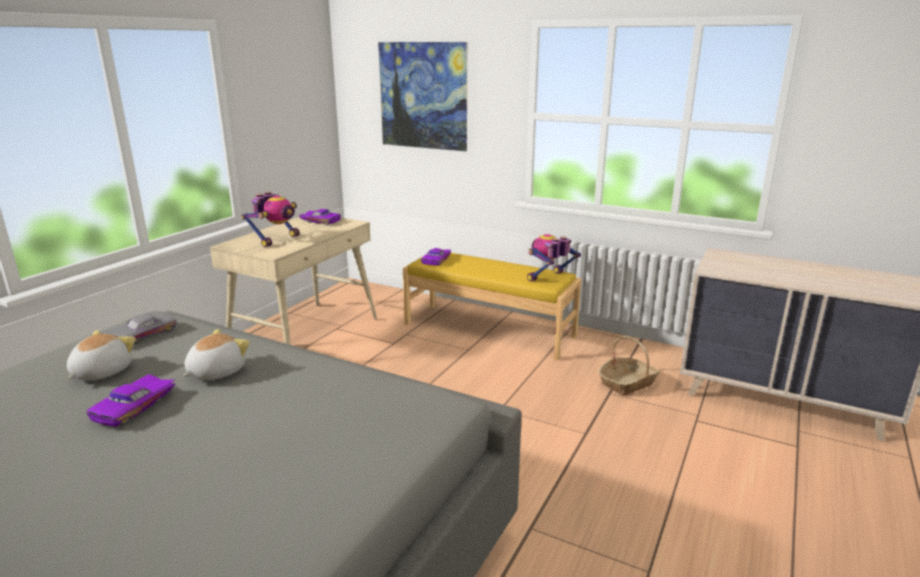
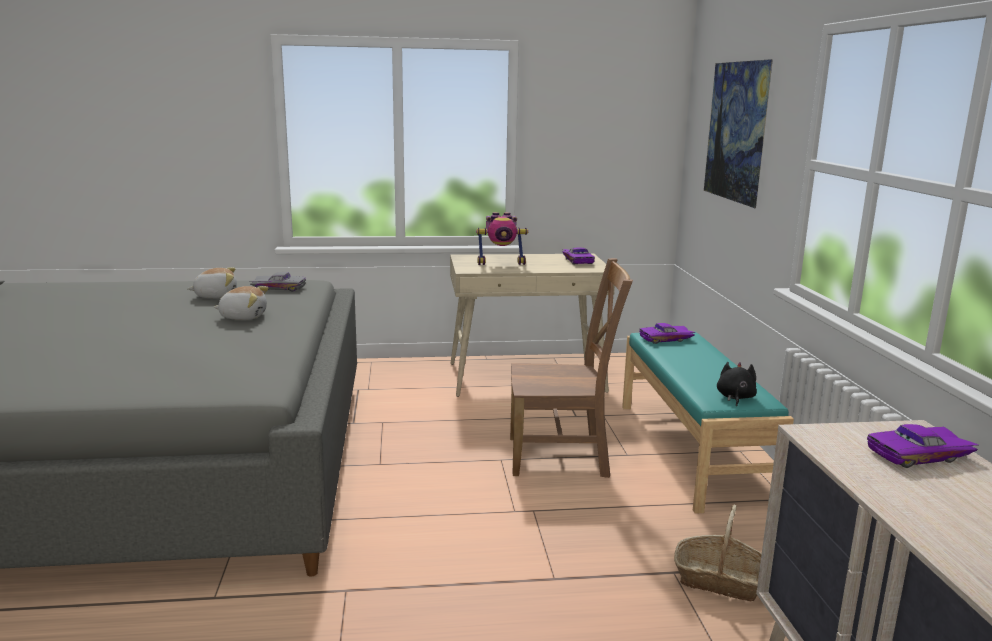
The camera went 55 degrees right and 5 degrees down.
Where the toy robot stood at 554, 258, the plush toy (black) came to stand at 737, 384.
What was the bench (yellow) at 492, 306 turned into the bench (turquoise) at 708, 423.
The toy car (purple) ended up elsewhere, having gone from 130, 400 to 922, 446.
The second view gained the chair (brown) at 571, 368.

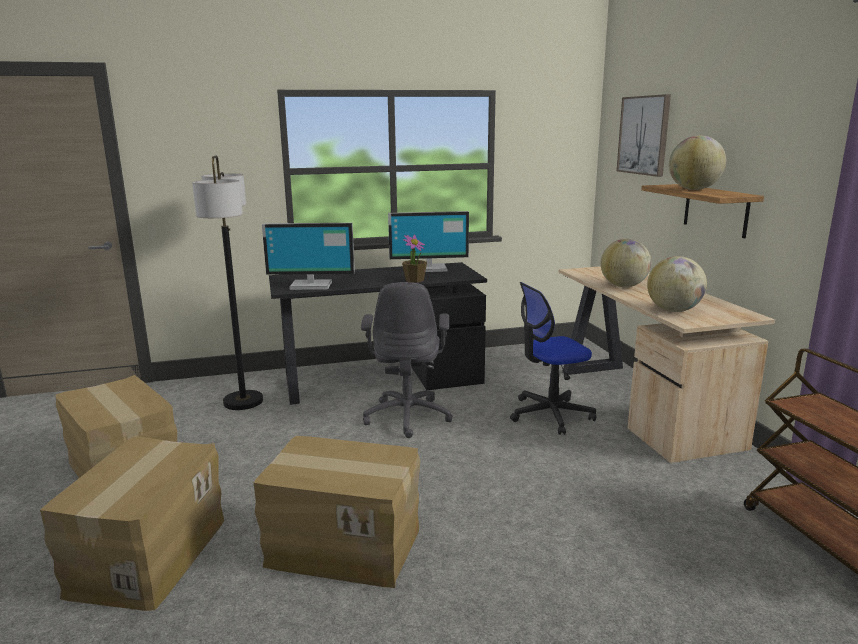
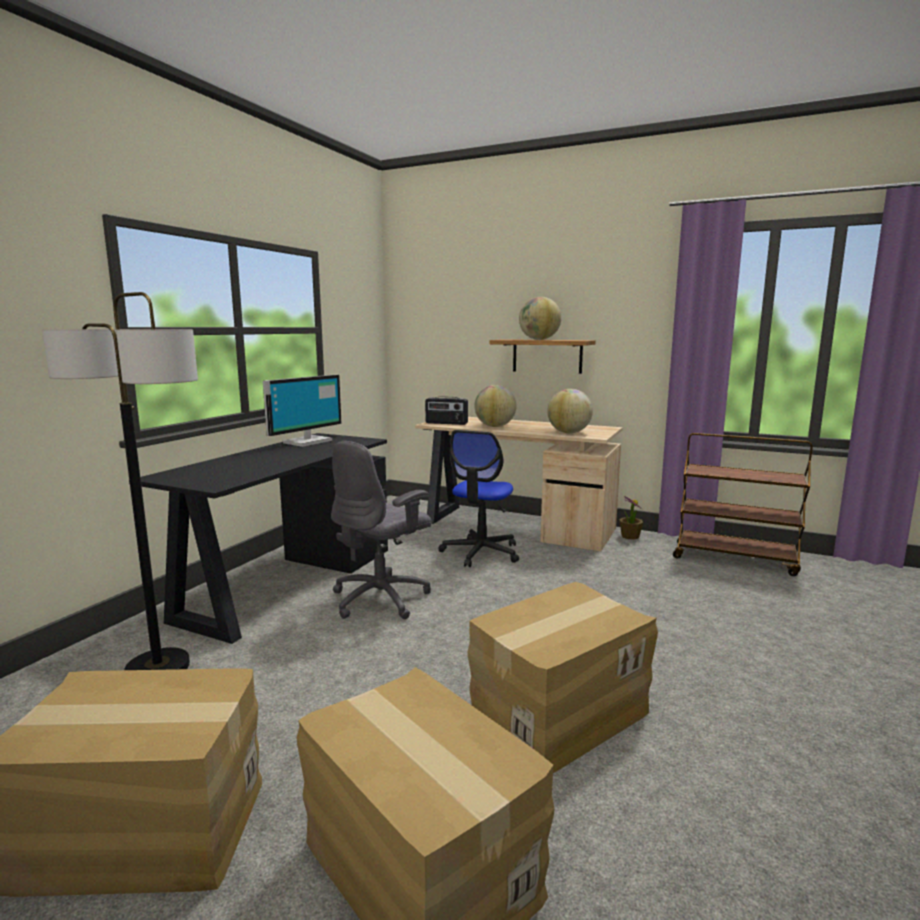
The camera went 50 degrees left and 5 degrees down.
The second view lost the picture at 643, 135.
The second view lost the monitor at 308, 256.
The potted plant ended up elsewhere, having gone from 414, 259 to 631, 518.
The office chair (grey) at 407, 360 ended up facing another way, 90 degrees clockwise from before.
The second view gained the radio at 446, 410.

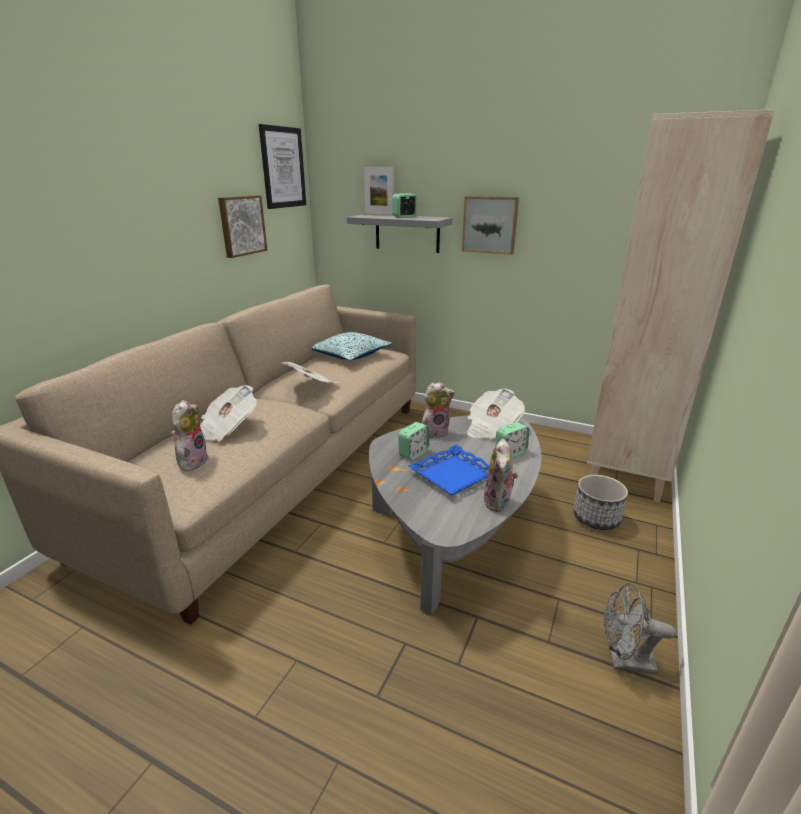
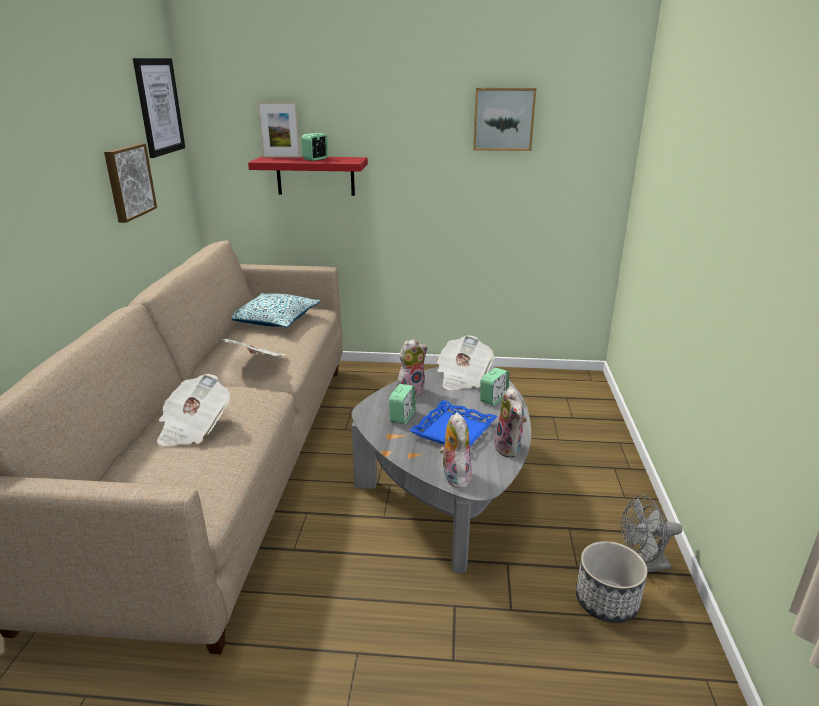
The camera went 20 degrees left and 0 degrees up.
The second view lost the bookcase (beige) at 681, 306.
The picture ended up elsewhere, having gone from 490, 225 to 504, 119.
What was the shelf (grey) at 400, 233 turned into the shelf (red) at 308, 176.
The plush toy ended up elsewhere, having gone from 190, 435 to 455, 450.
The planter ended up elsewhere, having gone from 600, 502 to 612, 582.

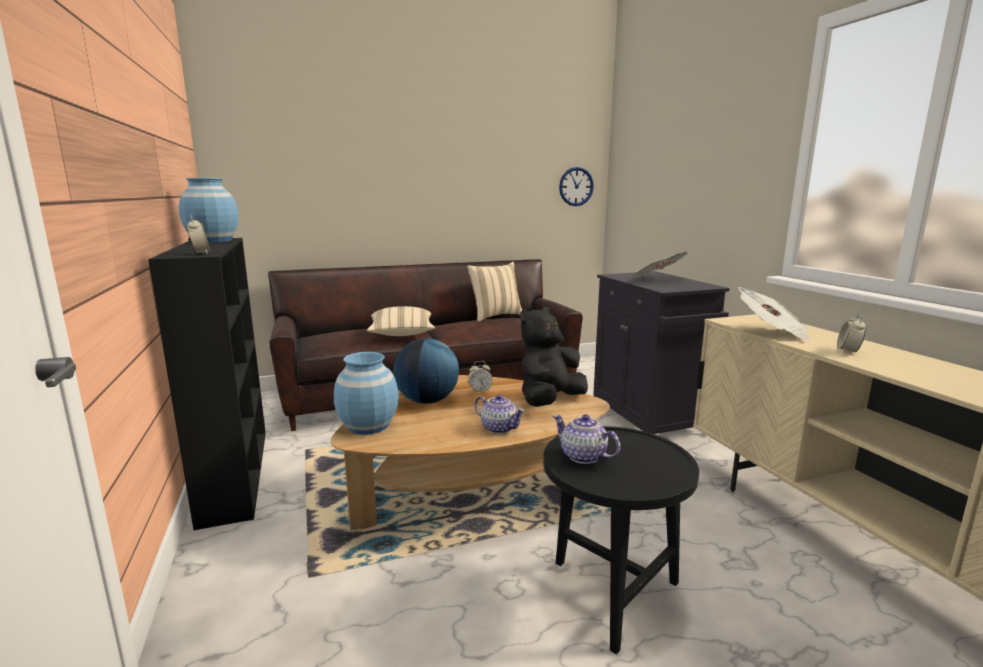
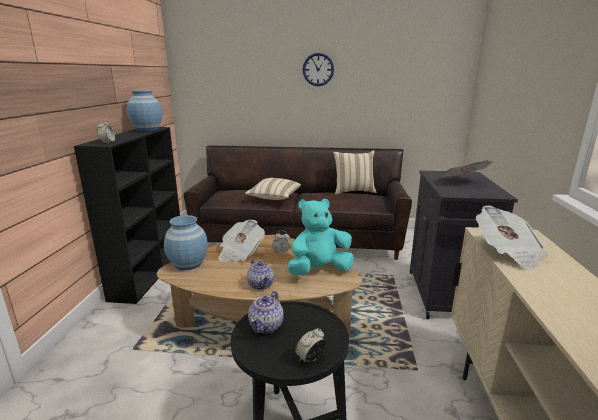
The camera went 25 degrees right and 5 degrees up.
The wall clock ended up elsewhere, having gone from 576, 186 to 318, 69.
What was the plush toy (black) at 554, 357 turned into the plush toy (turquoise) at 320, 237.
The alarm clock ended up elsewhere, having gone from 851, 333 to 310, 346.
Where the globe stood at 426, 371, the newspaper came to stand at 241, 241.
The teapot at 586, 439 ended up facing another way, 135 degrees counterclockwise from before.

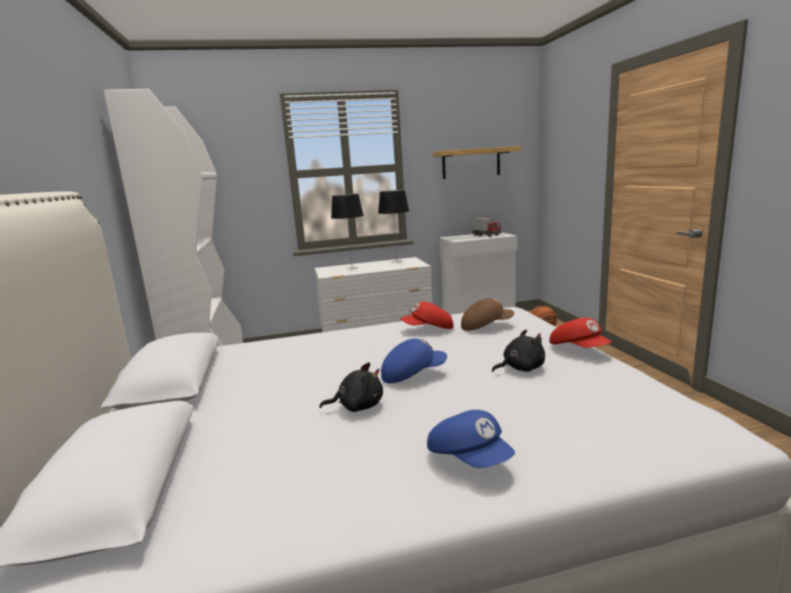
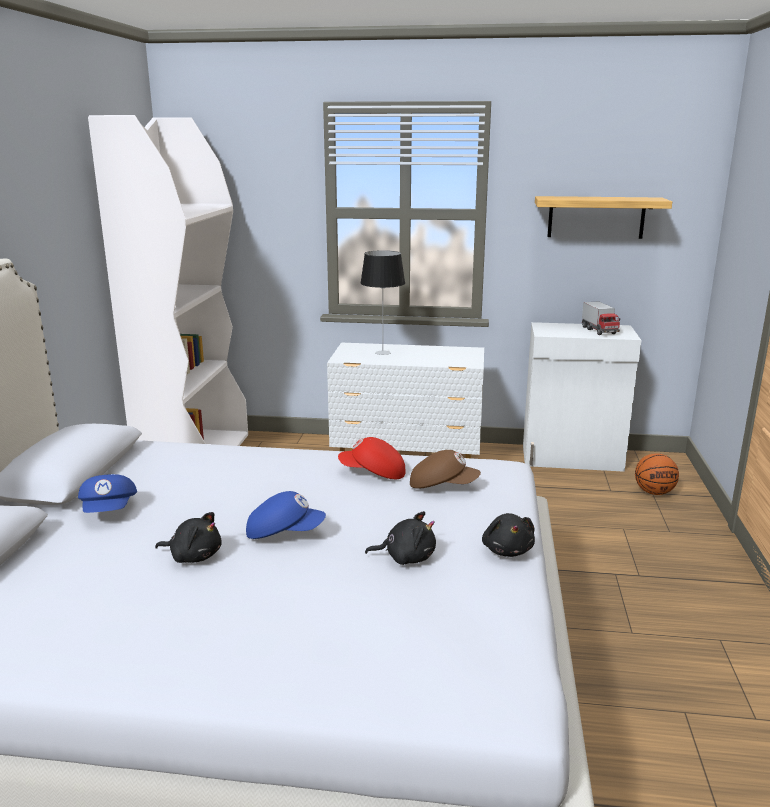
The camera went 20 degrees right and 5 degrees up.
The second view lost the table lamp at 393, 226.
Where the cap (red) stood at 580, 333, the plush toy (black) came to stand at 508, 535.
The cap (blue) ended up elsewhere, having gone from 471, 439 to 107, 493.

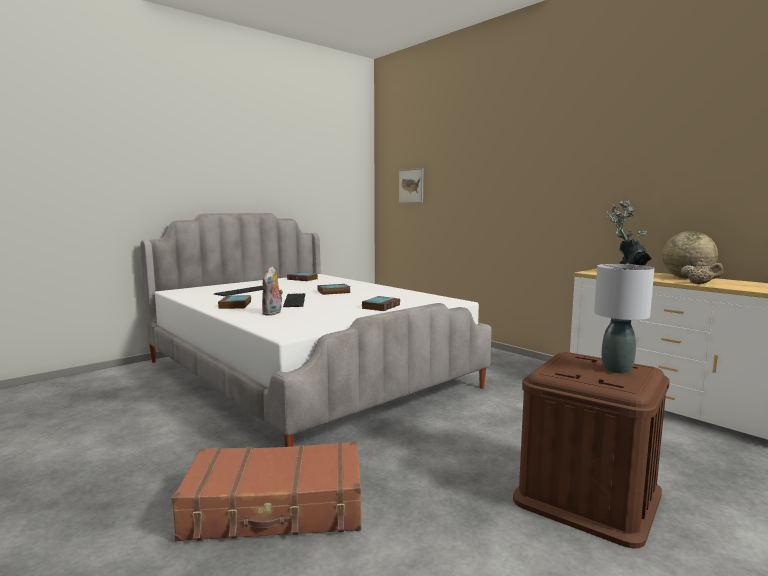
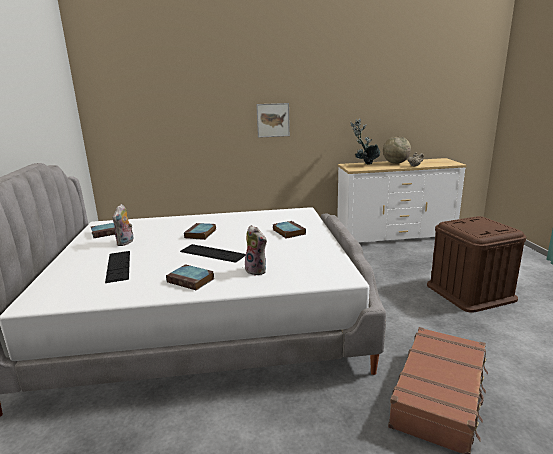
The camera went 55 degrees left and 10 degrees up.
The picture ended up elsewhere, having gone from 411, 185 to 273, 120.
The second view lost the table lamp (grey) at 624, 319.
The second view gained the plush toy at 123, 225.

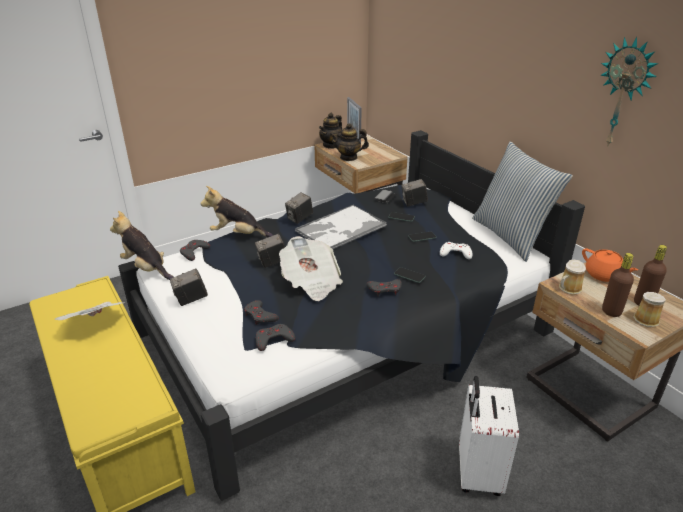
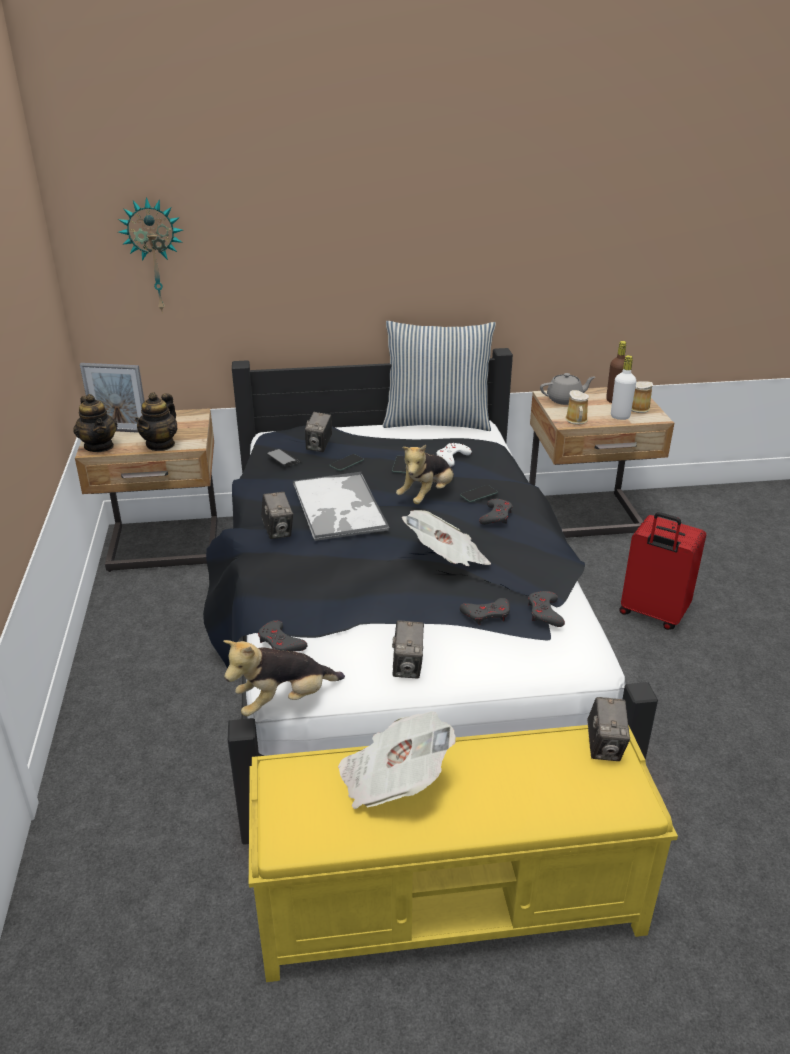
The camera went 65 degrees left and 0 degrees up.
The wall clock ended up elsewhere, having gone from 629, 92 to 150, 255.
The plush toy ended up elsewhere, having gone from 237, 211 to 425, 474.
The photo camera ended up elsewhere, having gone from 270, 251 to 608, 729.
What was the teapot (orange) at 610, 265 turned into the teapot (grey) at 567, 389.
What was the bottle (brown) at 618, 285 turned into the bottle (white) at 623, 387.
What was the suitcase (white) at 489, 436 turned into the suitcase (red) at 662, 571.

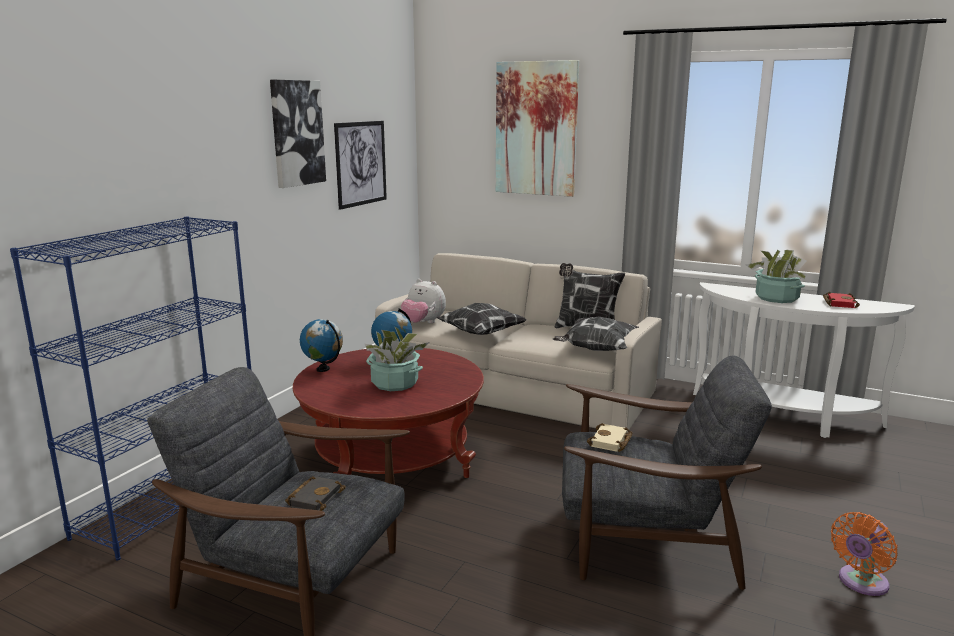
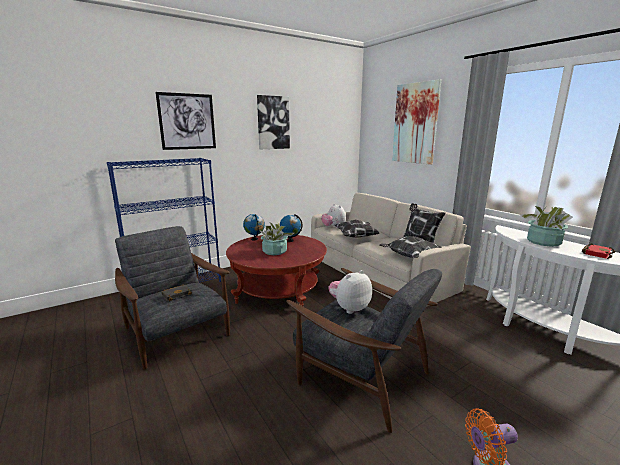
The camera went 30 degrees right and 0 degrees up.
The picture ended up elsewhere, having gone from 360, 165 to 185, 121.
Where the book (beige) stood at 609, 437, the plush toy came to stand at 350, 292.

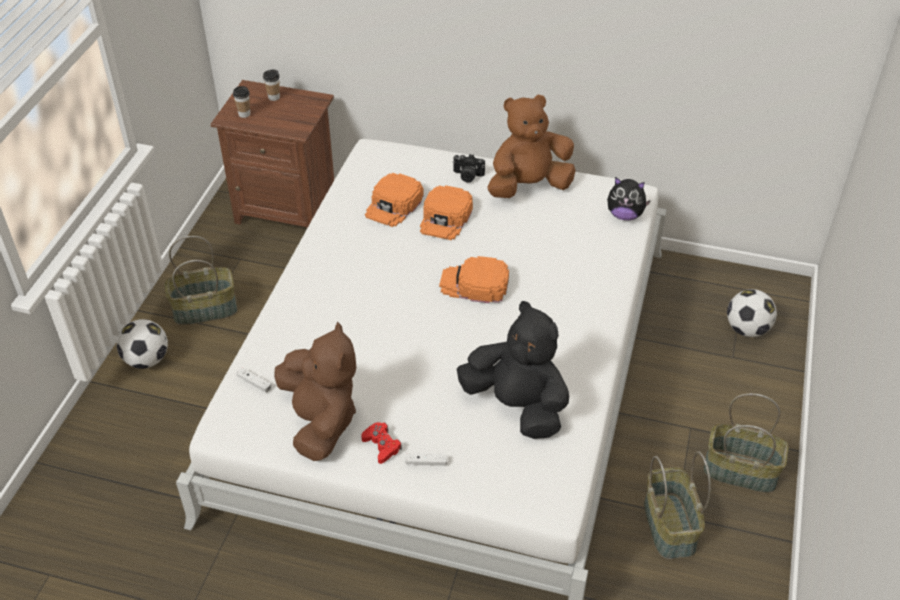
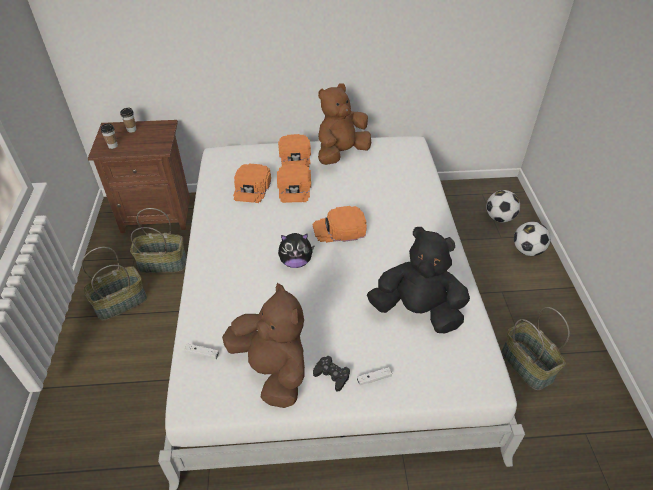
The camera went 20 degrees left and 0 degrees up.
Where the photo camera stood at 469, 168, the cap (orange) came to stand at 294, 150.
The plush toy ended up elsewhere, having gone from 629, 198 to 296, 250.
The football ended up elsewhere, having gone from 142, 344 to 532, 239.
The basket ended up elsewhere, having gone from 746, 443 to 158, 240.
What was the game controller (red) at 381, 443 turned into the game controller (black) at 331, 374.

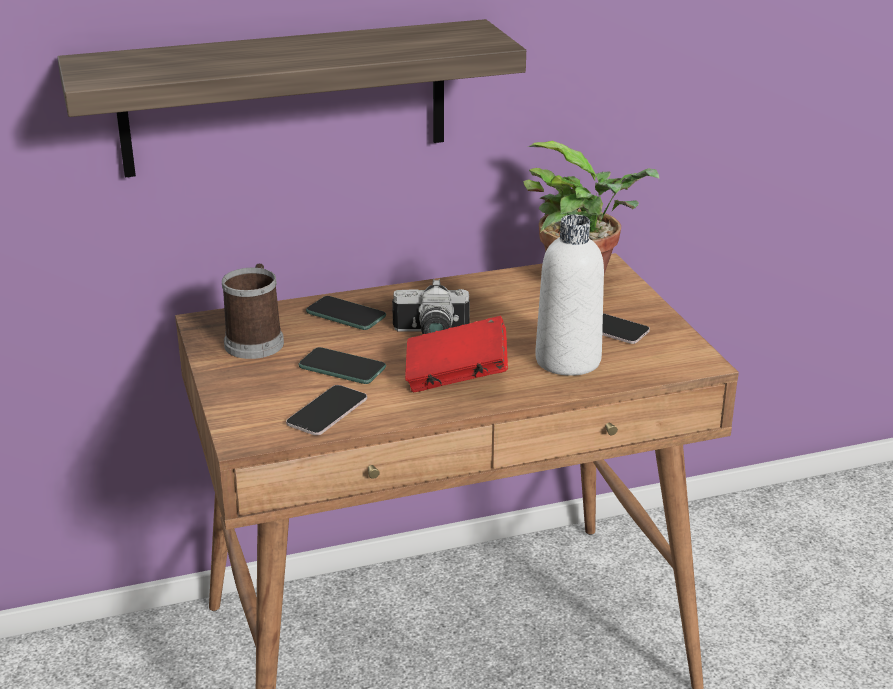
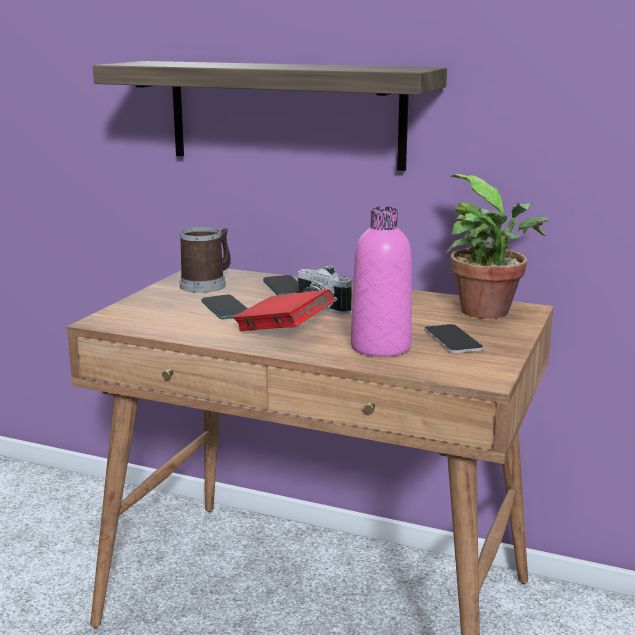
The camera went 40 degrees right and 10 degrees down.
What was the bottle (white) at 569, 295 turned into the bottle (pink) at 381, 281.
The second view lost the phone at 326, 410.

